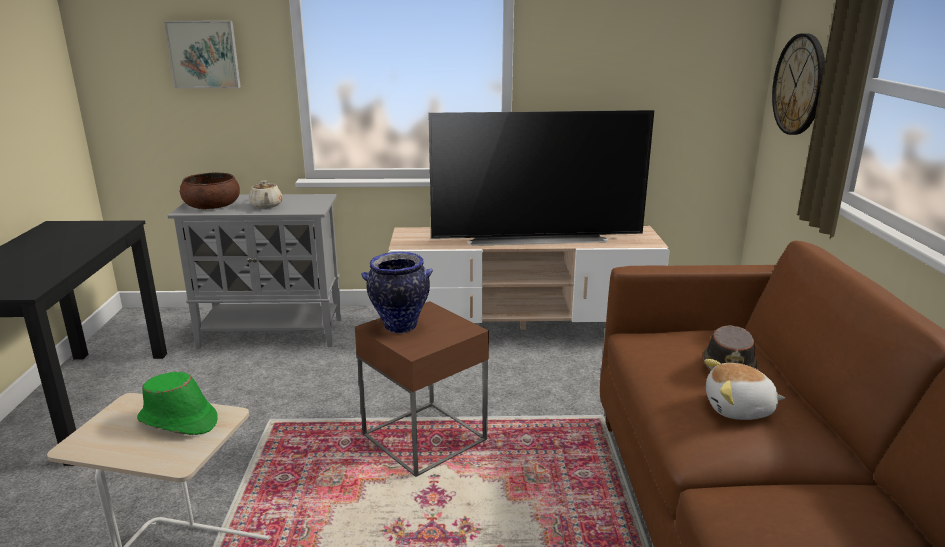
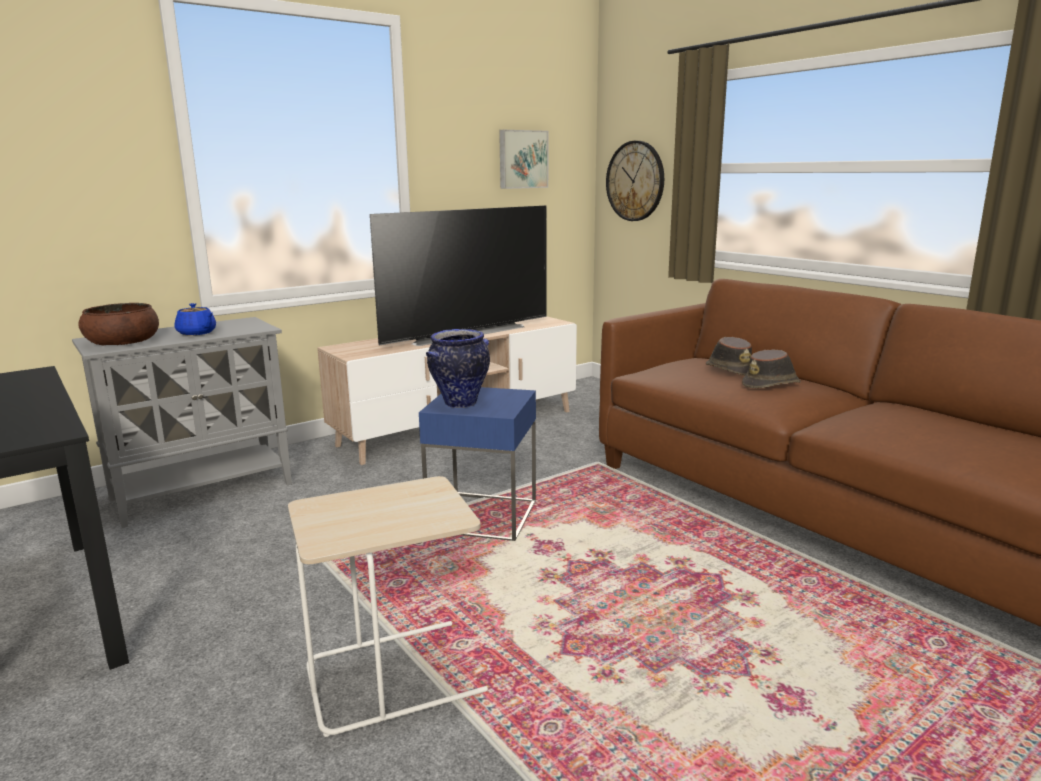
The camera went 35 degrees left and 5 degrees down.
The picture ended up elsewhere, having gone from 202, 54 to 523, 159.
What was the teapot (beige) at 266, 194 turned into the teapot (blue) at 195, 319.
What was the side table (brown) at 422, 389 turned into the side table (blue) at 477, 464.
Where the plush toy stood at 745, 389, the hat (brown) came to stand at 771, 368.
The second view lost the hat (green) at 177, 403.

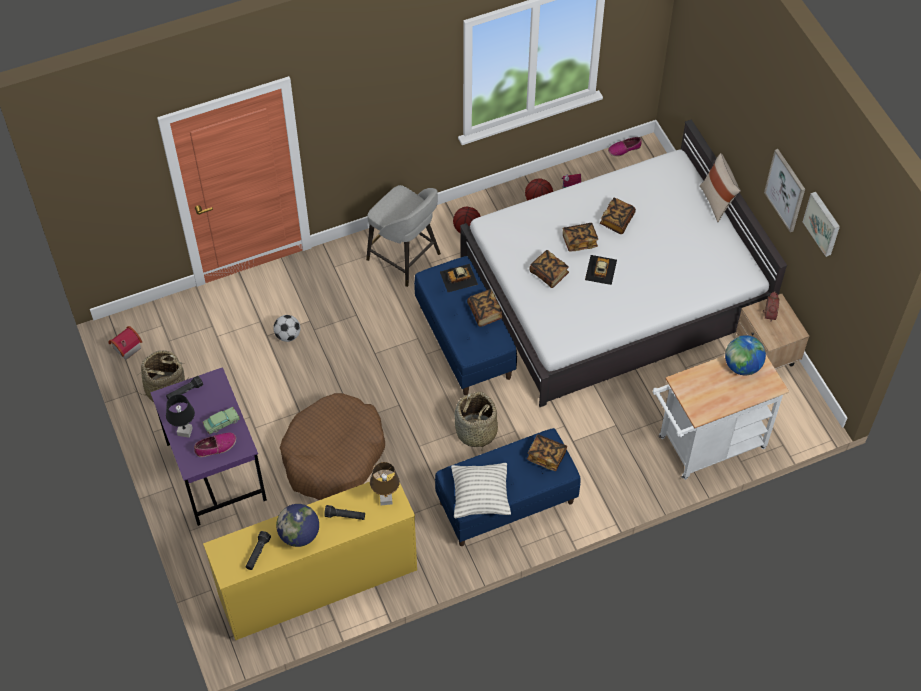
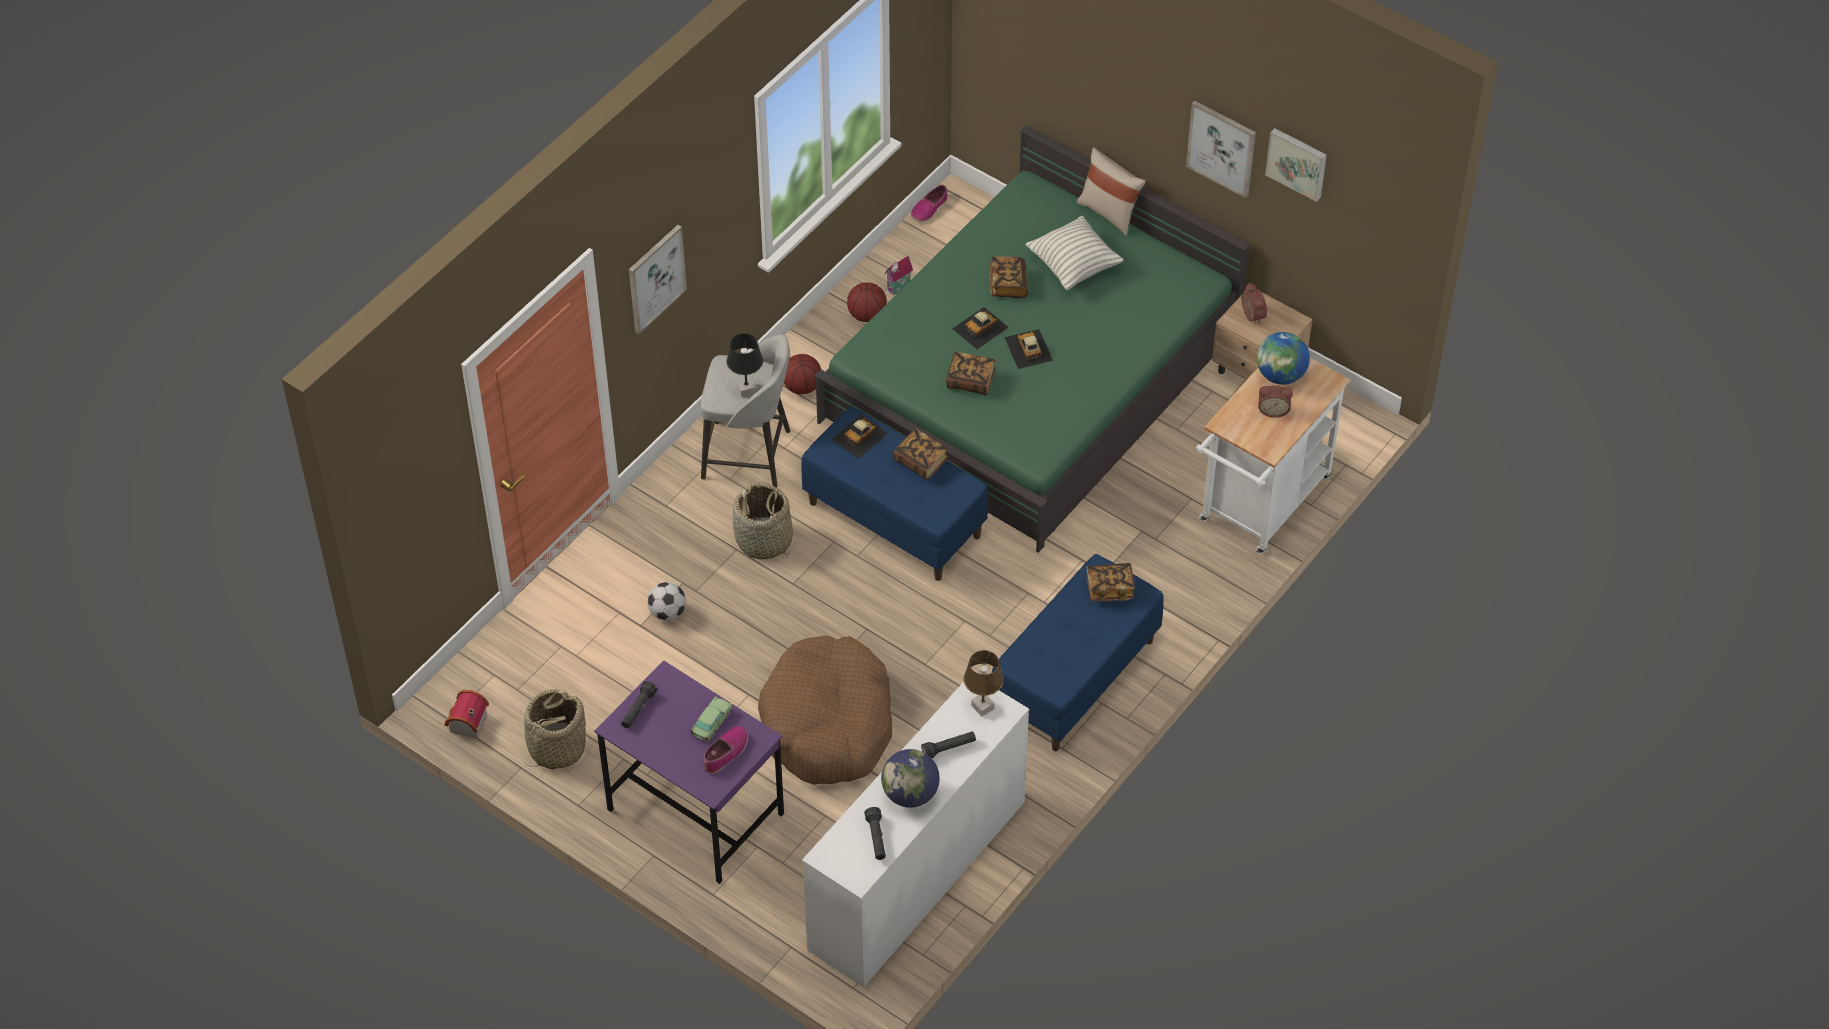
The camera went 30 degrees left and 5 degrees down.
What was the bed (white) at 623, 263 turned into the bed (green) at 1033, 339.
Where the book stood at 580, 237, the toy car came to stand at 981, 328.
The basket ended up elsewhere, having gone from 476, 421 to 763, 521.
The table lamp (black) ended up elsewhere, having gone from 180, 416 to 745, 365.
The pillow ended up elsewhere, having gone from 481, 490 to 1074, 253.
What was the dresser (yellow) at 310, 556 turned into the dresser (white) at 915, 834.
The second view gained the picture at 658, 279.
The second view gained the alarm clock at 1275, 401.

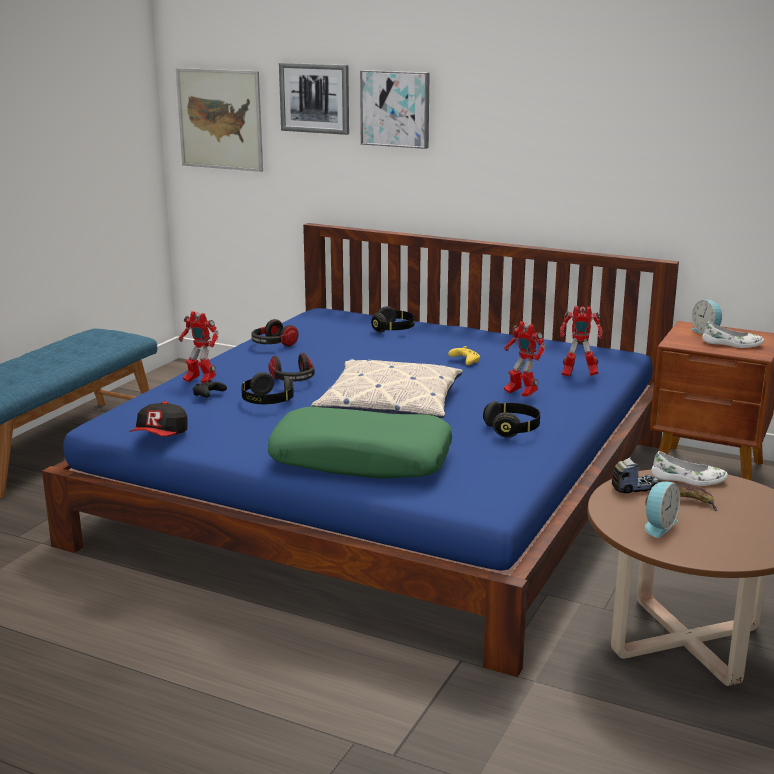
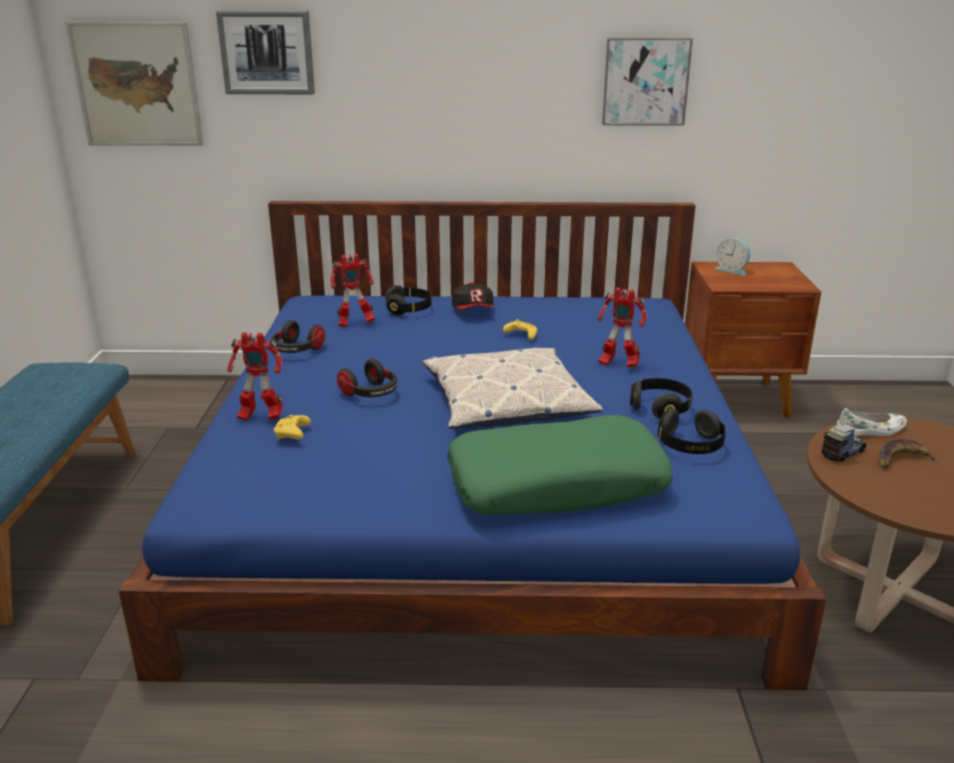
The camera went 25 degrees left and 5 degrees up.
The picture ended up elsewhere, having gone from 395, 109 to 647, 82.
The toy robot ended up elsewhere, having gone from 581, 341 to 352, 290.
The second view lost the shoe (white) at 733, 334.
The headphones (black) ended up elsewhere, having gone from 267, 388 to 691, 431.
What was the game controller (black) at 210, 389 turned into the game controller (yellow) at 292, 427.
The cap ended up elsewhere, having gone from 158, 419 to 473, 296.
The second view lost the alarm clock at 662, 510.

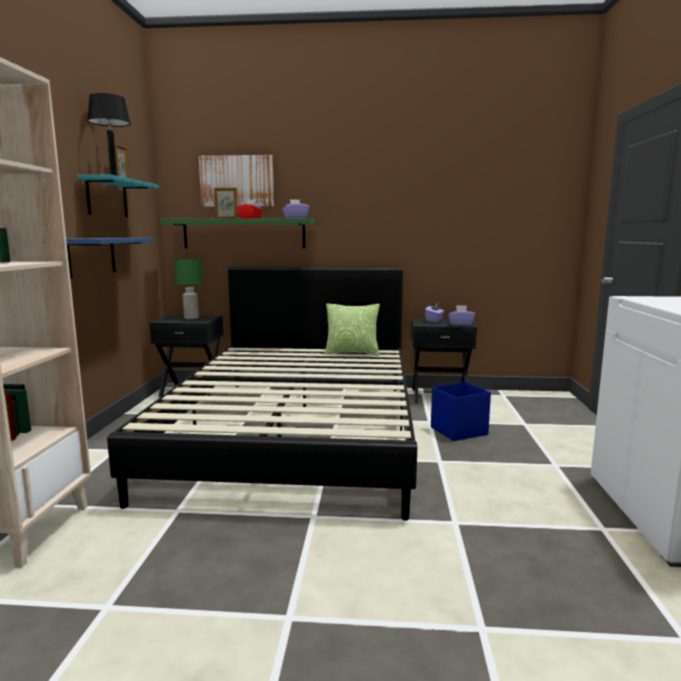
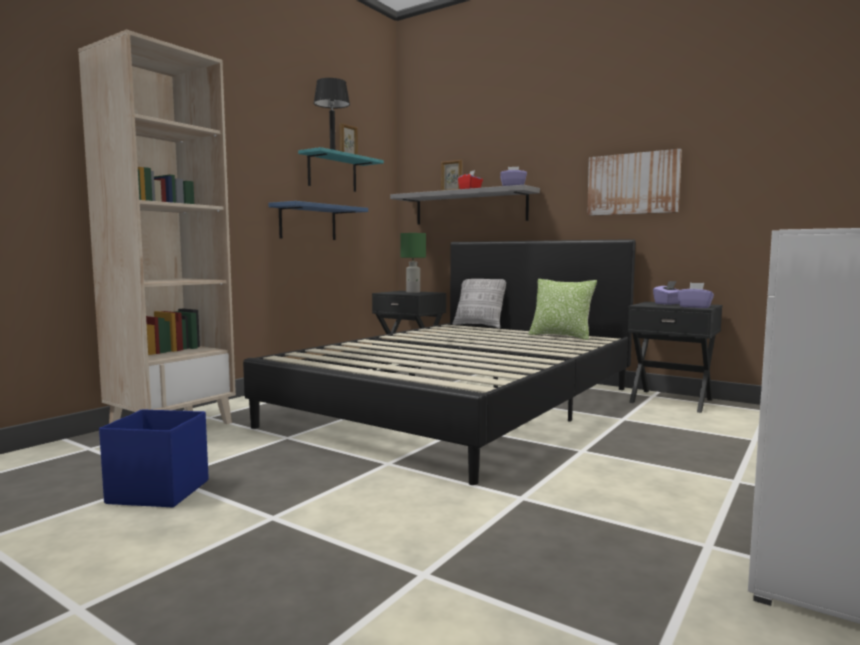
The camera went 30 degrees right and 5 degrees down.
The picture ended up elsewhere, having gone from 236, 181 to 634, 182.
What was the shelf (green) at 238, 233 turned into the shelf (grey) at 465, 205.
The storage box (blue) ended up elsewhere, having gone from 461, 411 to 154, 458.
The second view gained the pillow at 479, 304.

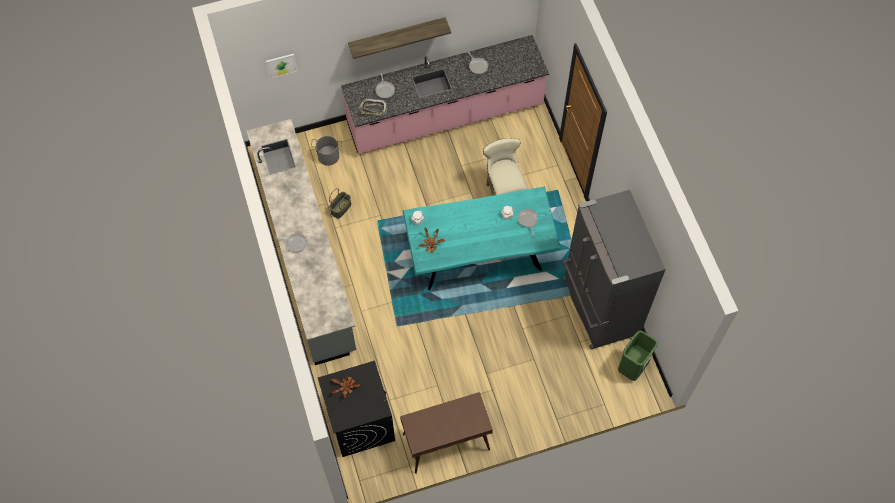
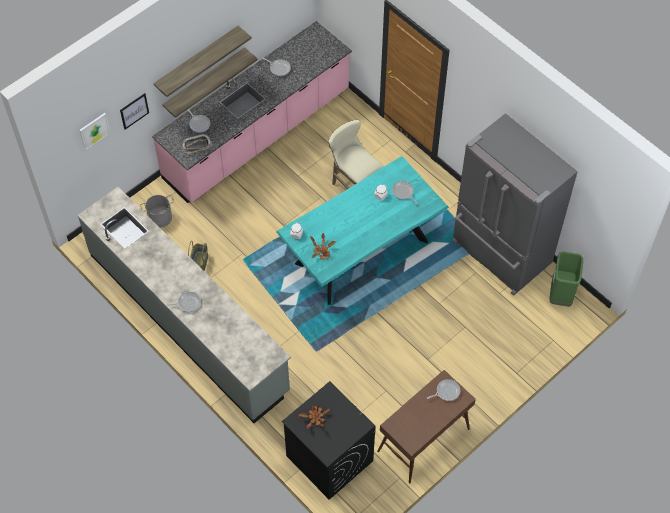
The camera went 25 degrees left and 5 degrees down.
The second view gained the shelf at 210, 82.
The second view gained the picture at 134, 111.
The second view gained the frying pan at 443, 390.

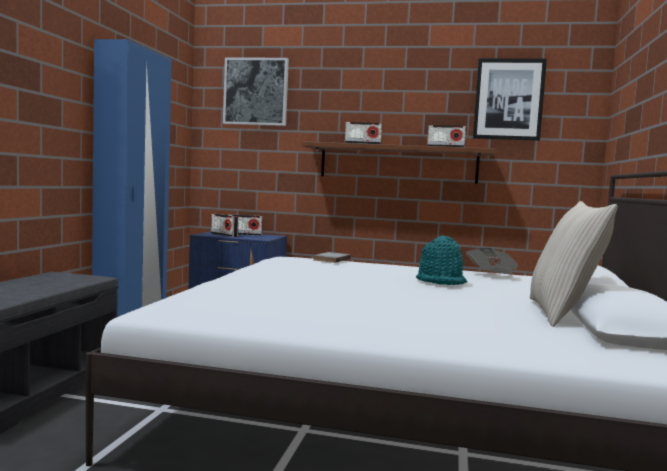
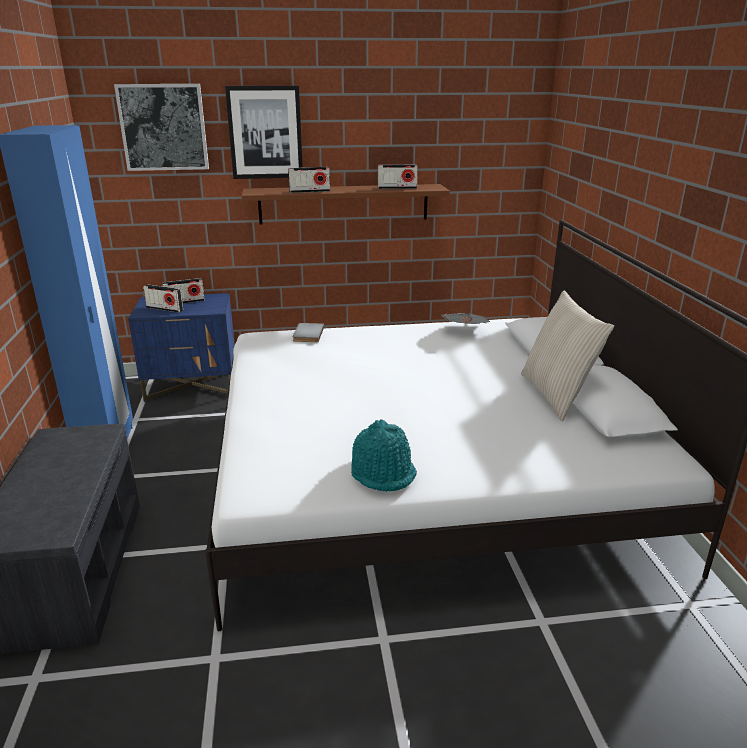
The camera went 20 degrees left and 20 degrees up.
The picture ended up elsewhere, having gone from 510, 99 to 264, 132.
The hat (turquoise) ended up elsewhere, having gone from 441, 260 to 384, 455.

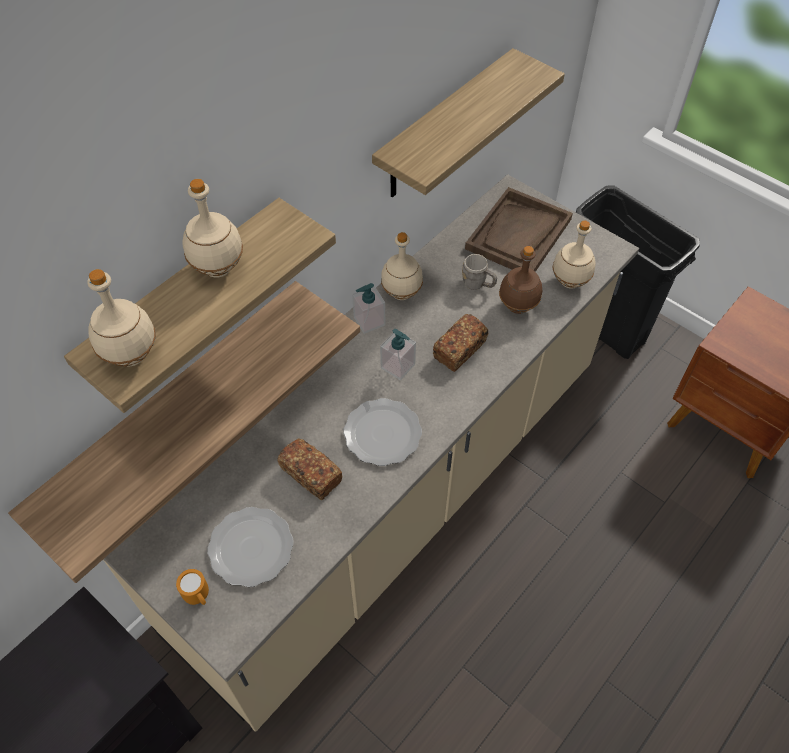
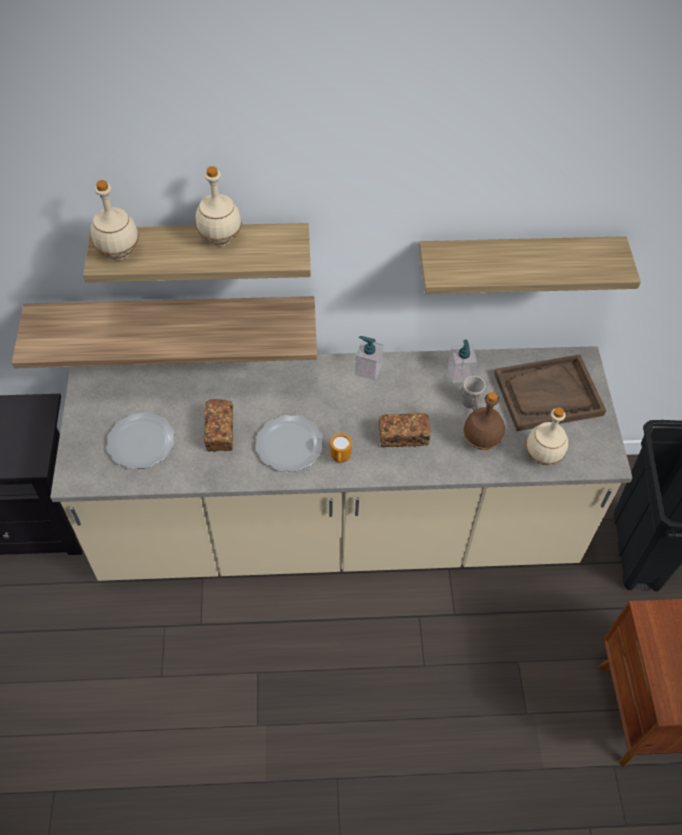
The camera went 45 degrees right and 0 degrees up.
The second view lost the bottle (beige) at 402, 266.
The soap dispenser ended up elsewhere, having gone from 398, 354 to 462, 361.
The mug (orange) ended up elsewhere, having gone from 192, 587 to 341, 448.

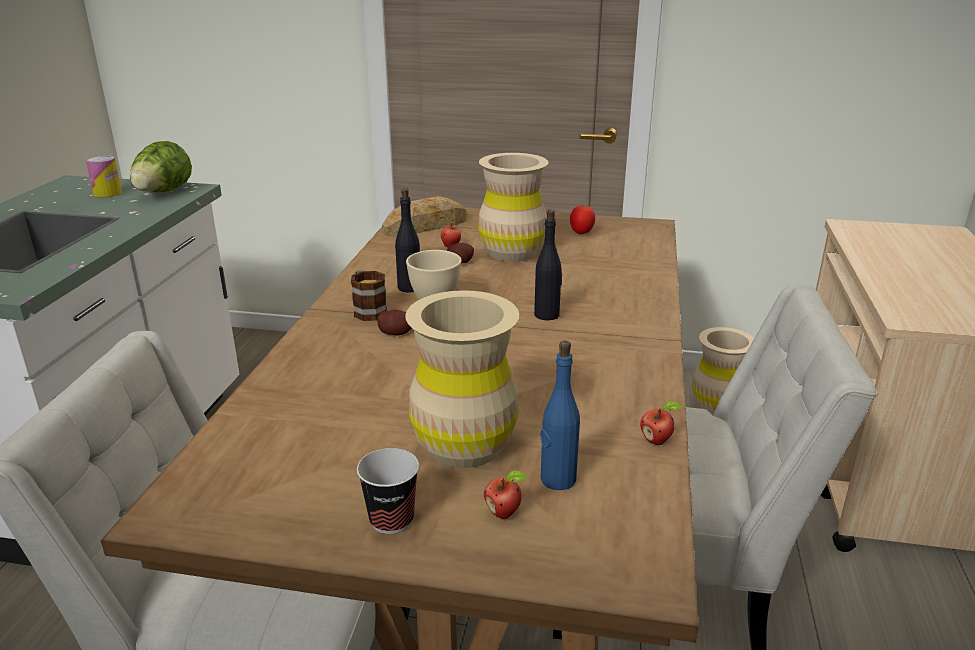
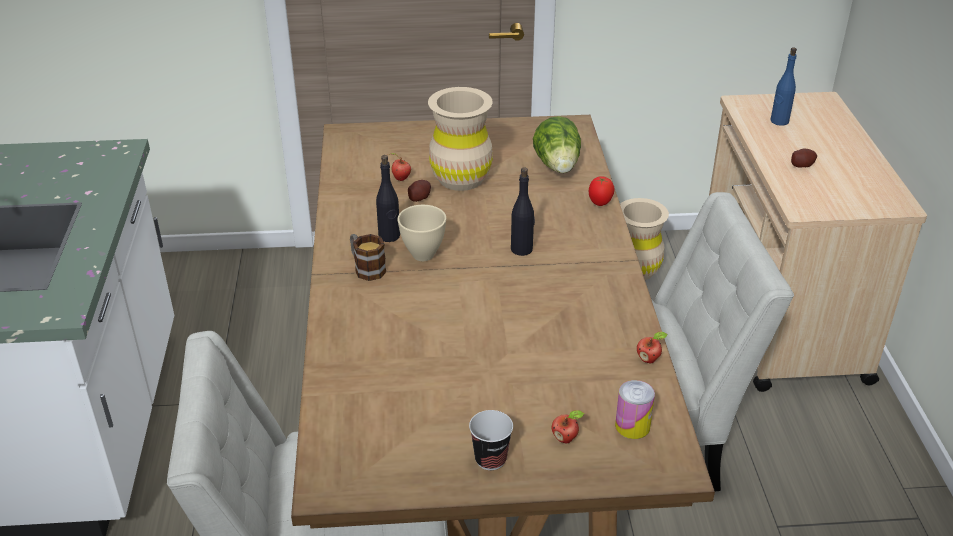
The camera went 15 degrees left and 10 degrees up.
The lettuce ended up elsewhere, having gone from 161, 167 to 557, 144.
The can ended up elsewhere, having gone from 103, 176 to 635, 409.
The second view lost the bread at 424, 216.
The tomato ended up elsewhere, having gone from 582, 219 to 601, 191.
The second view lost the vase (beige) at 462, 379.
The potato ended up elsewhere, having gone from 394, 322 to 804, 158.
The bottle (blue) ended up elsewhere, having gone from 560, 415 to 784, 86.

